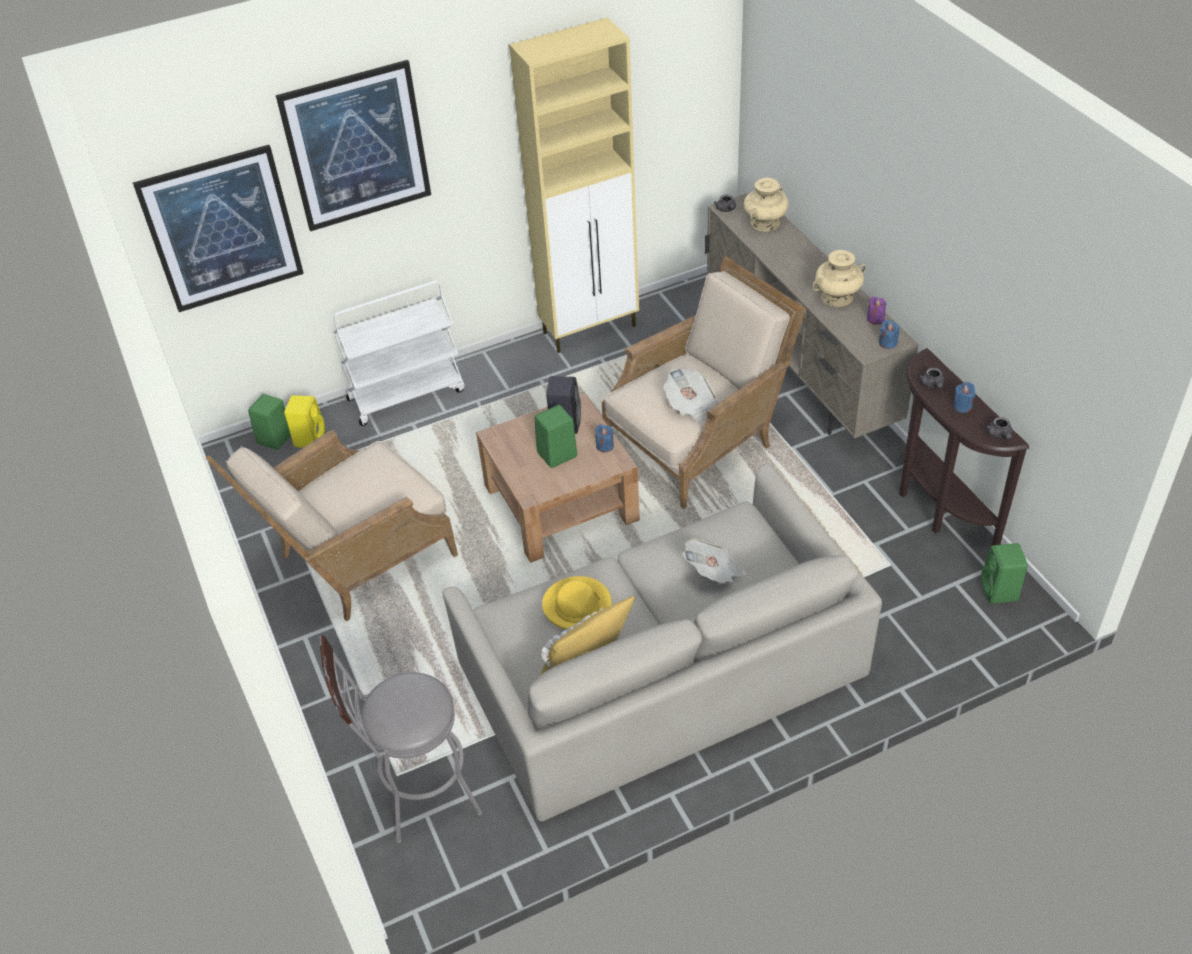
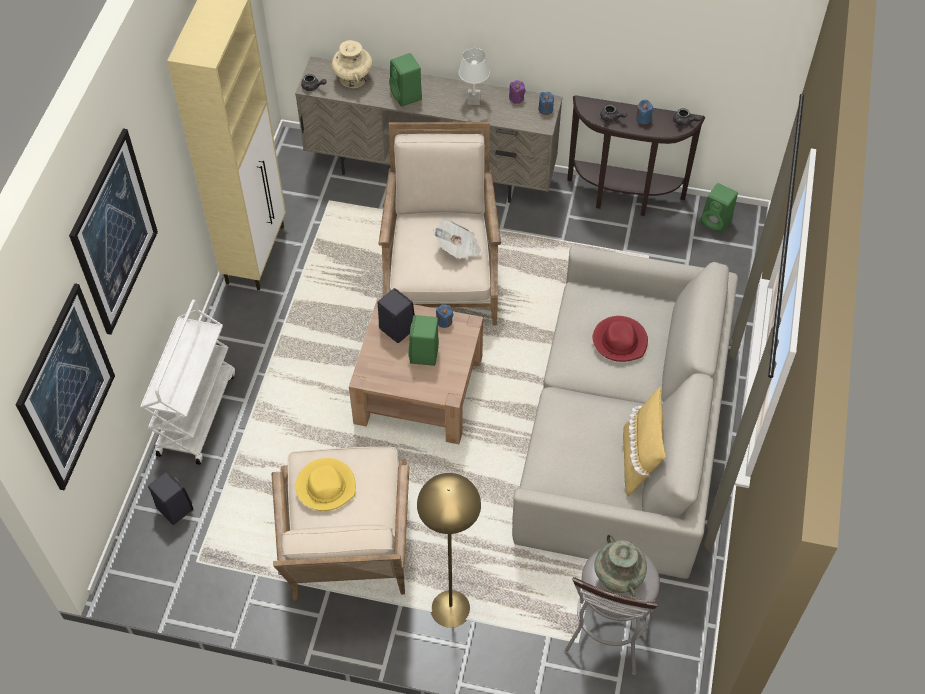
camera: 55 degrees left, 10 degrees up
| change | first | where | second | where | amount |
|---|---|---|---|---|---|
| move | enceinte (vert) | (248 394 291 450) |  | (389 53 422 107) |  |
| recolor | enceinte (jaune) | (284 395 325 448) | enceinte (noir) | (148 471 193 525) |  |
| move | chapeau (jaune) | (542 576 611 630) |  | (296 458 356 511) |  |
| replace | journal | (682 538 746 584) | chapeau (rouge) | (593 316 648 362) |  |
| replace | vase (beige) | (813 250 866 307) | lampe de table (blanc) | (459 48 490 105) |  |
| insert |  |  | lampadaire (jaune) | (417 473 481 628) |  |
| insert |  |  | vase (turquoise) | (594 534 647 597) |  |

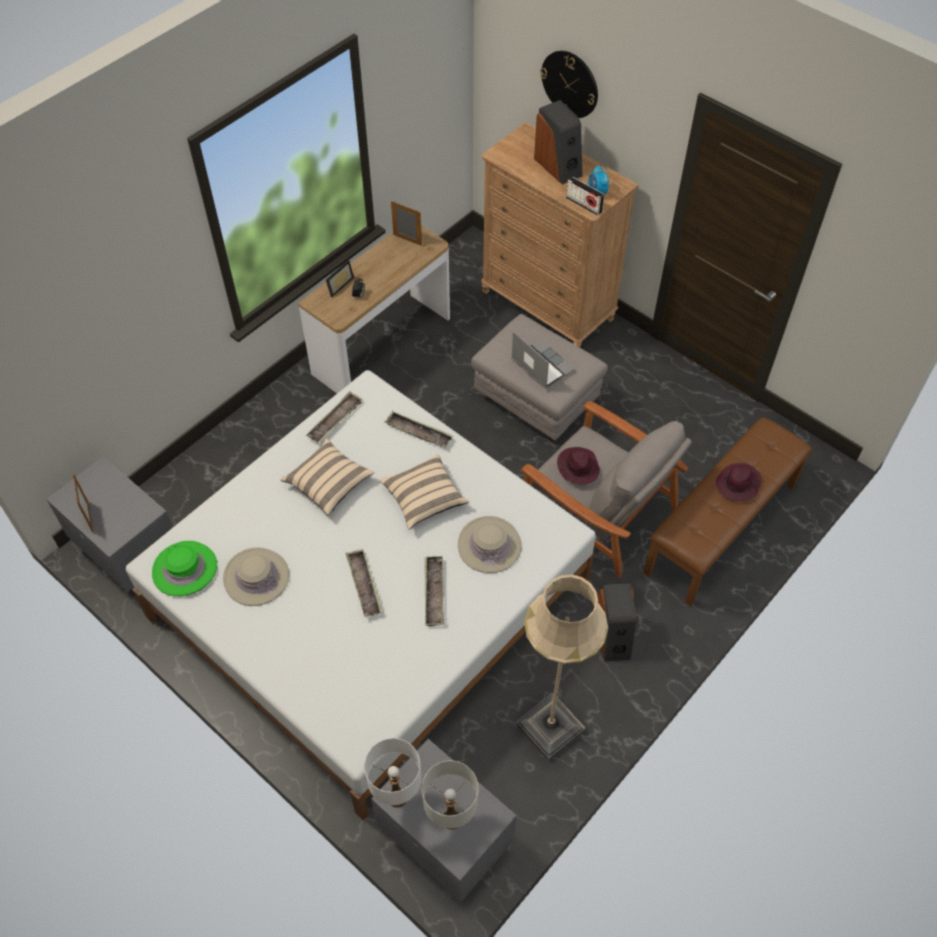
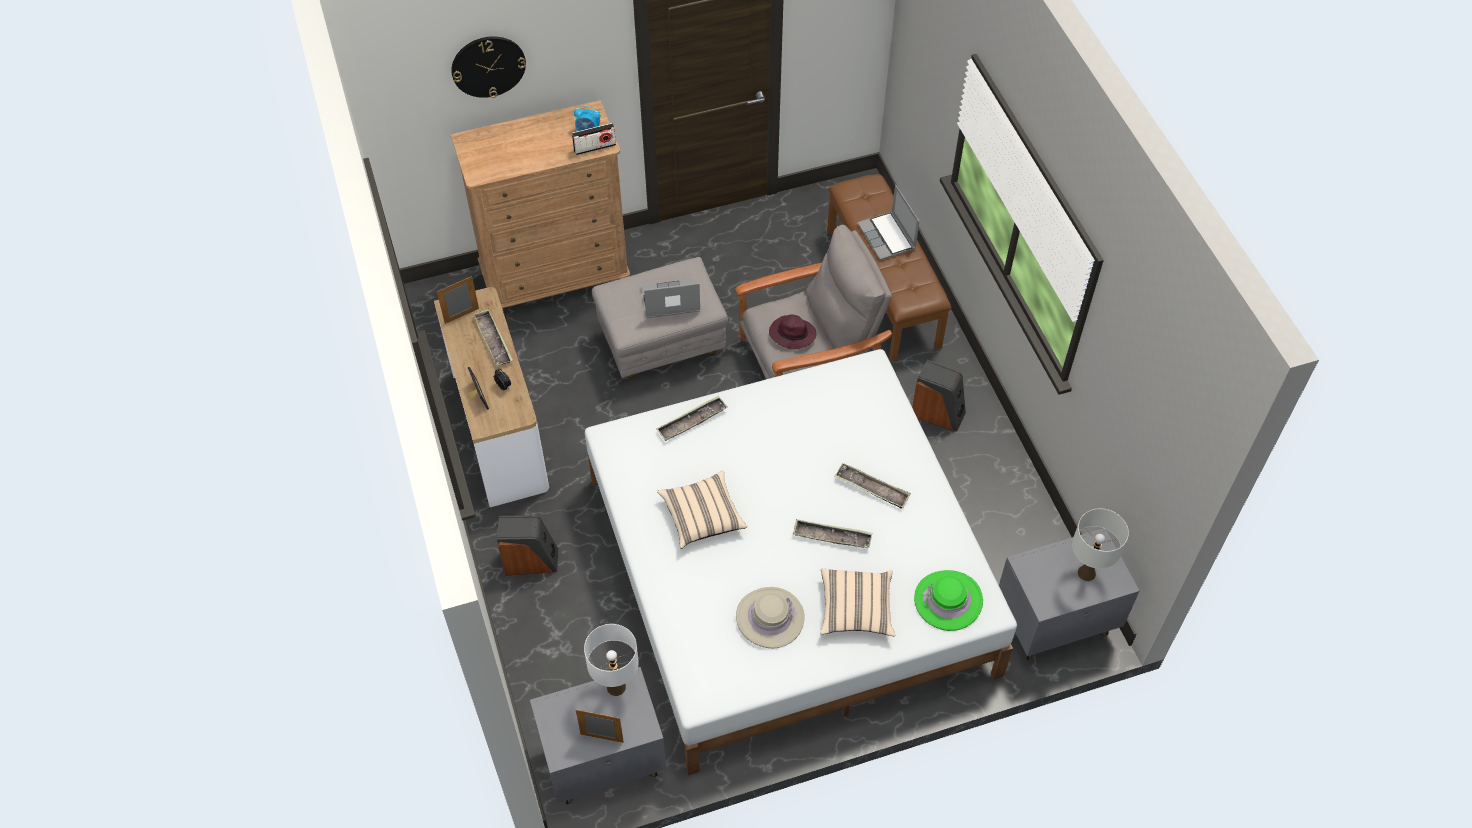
camera: 60 degrees left, 0 degrees up
| change | first | where | second | where | amount |
|---|---|---|---|---|---|
| move | chapeau (vert) | (152 541 217 596) |  | (914 570 983 631) |  |
| move | plateau | (306 391 363 444) |  | (472 309 513 366) |  |
| move | lampe de table (blanc) | (364 738 422 808) |  | (584 624 639 696) |  |
| move | coussin (beige) | (379 454 469 530) |  | (820 568 895 636) |  |
| delete | chapeau (beige) | (458 516 522 573) |  |  |  |
| delete | lampadaire (beige) | (516 574 608 761) |  |  |  |
| move | enceinte | (534 100 582 185) |  | (497 515 558 576) |  |
| replace | chapeau (violet) | (715 463 761 502) | ordinateur portable | (857 185 920 260) |  |

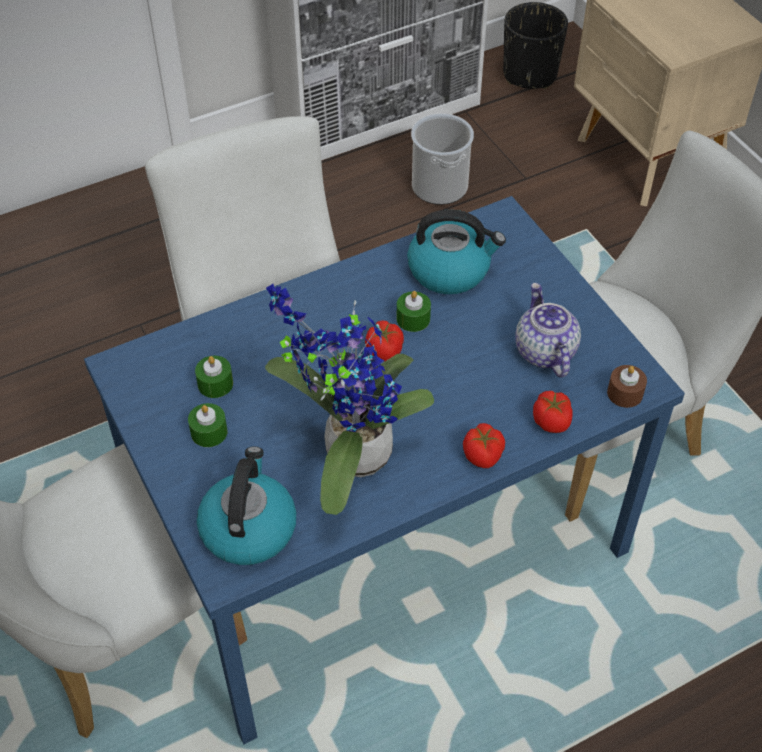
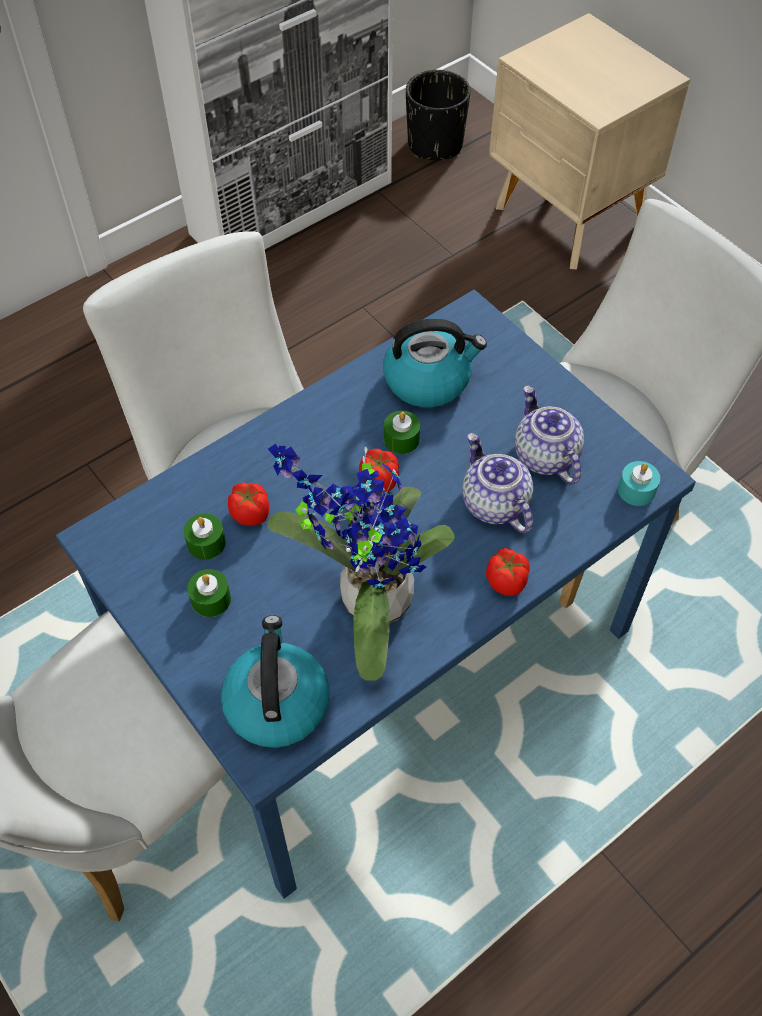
camera: 10 degrees left, 5 degrees up
| change | first | where | second | where | amount |
|---|---|---|---|---|---|
| delete | seau | (411 113 474 205) |  |  |  |
| move | tomate | (533 391 573 433) |  | (228 482 269 526) |  |
| recolor | bougie (marron) | (607 365 647 408) | bougie (turquoise) | (618 461 660 506) |  |
| insert |  |  | théière | (462 433 533 533) |  |

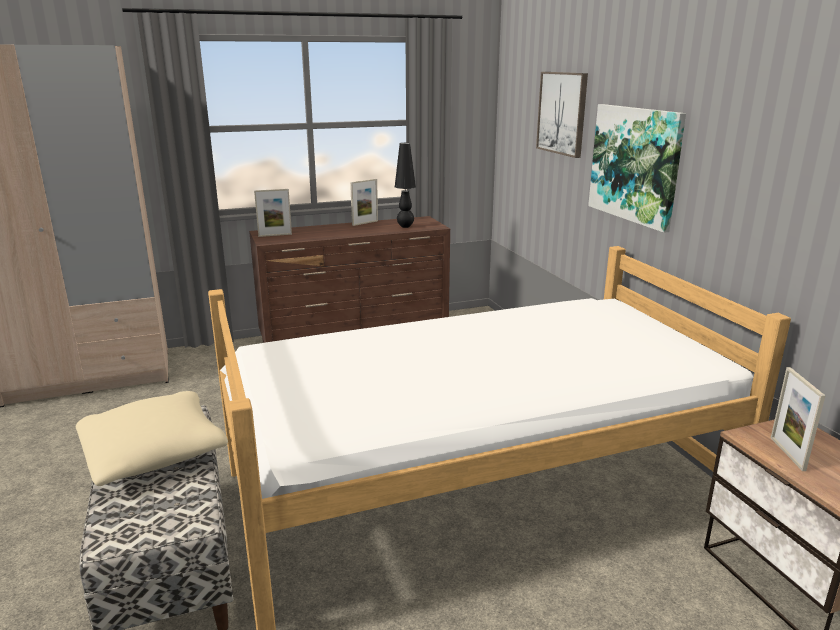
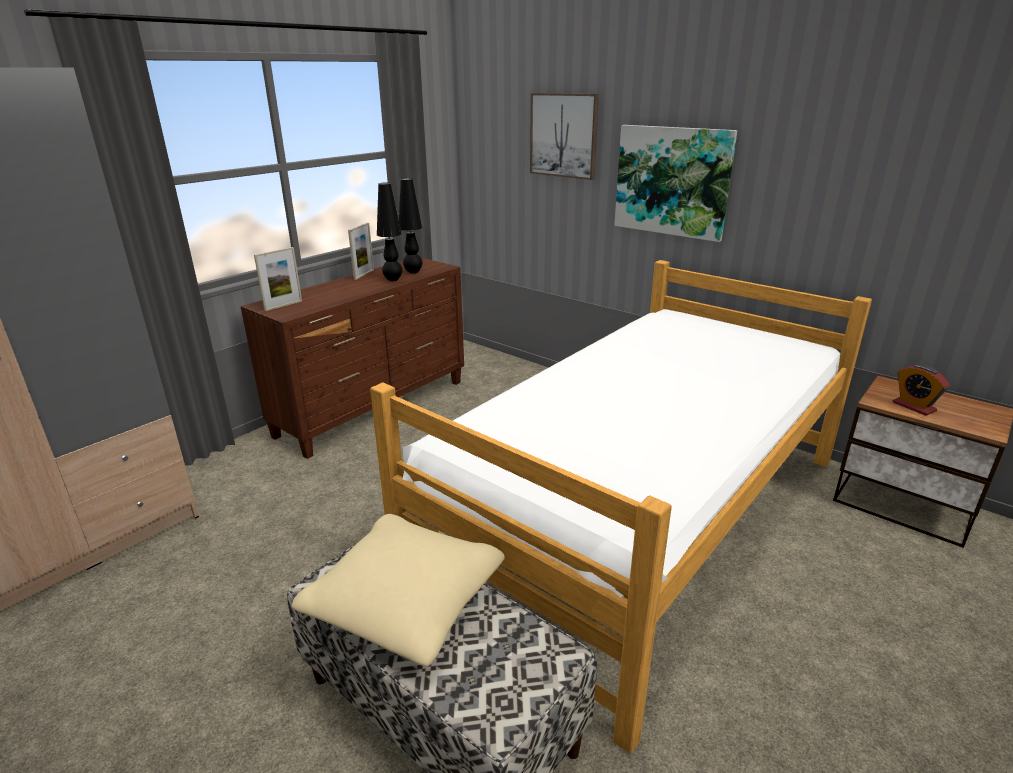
camera: 30 degrees left, 5 degrees up
| change | first | where | second | where | amount |
|---|---|---|---|---|---|
| replace | cadre photo | (771 367 825 471) | réveil | (892 364 950 416) |  |
| insert |  |  | lampe de table (noir) | (377 183 402 281) |  |

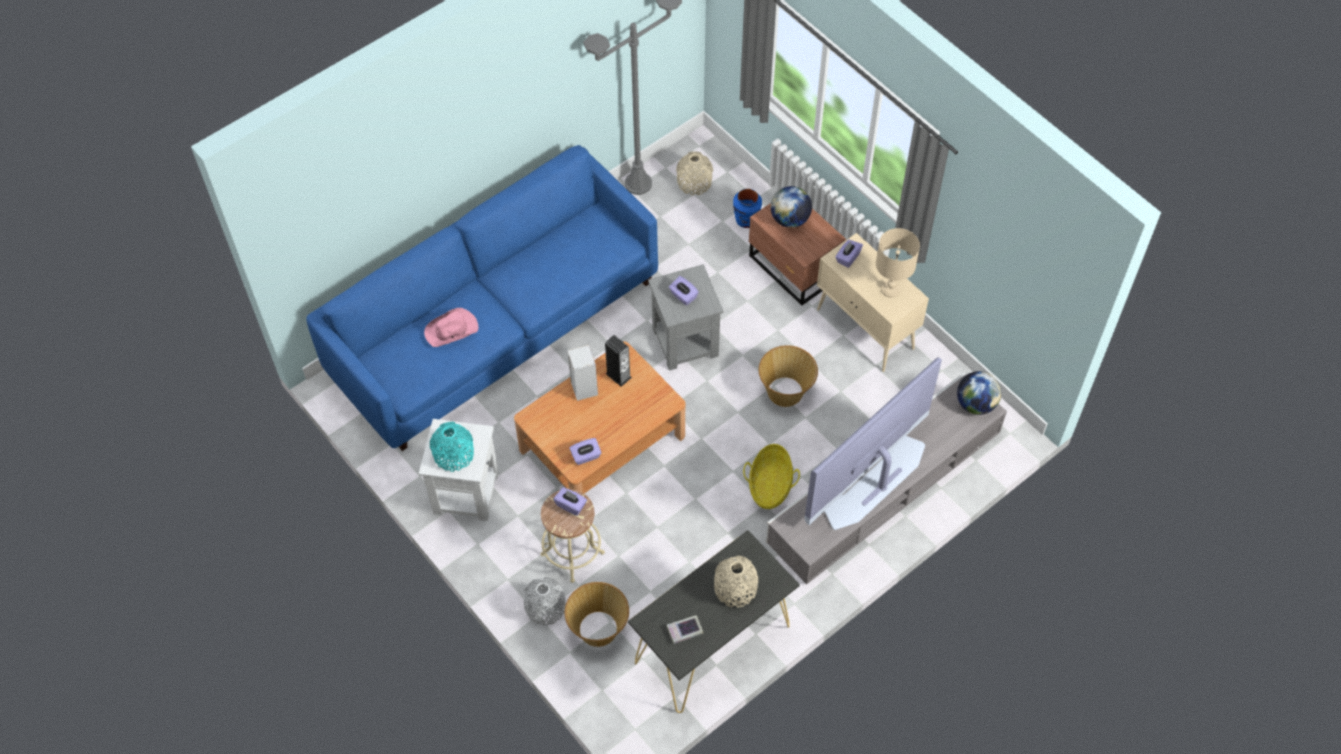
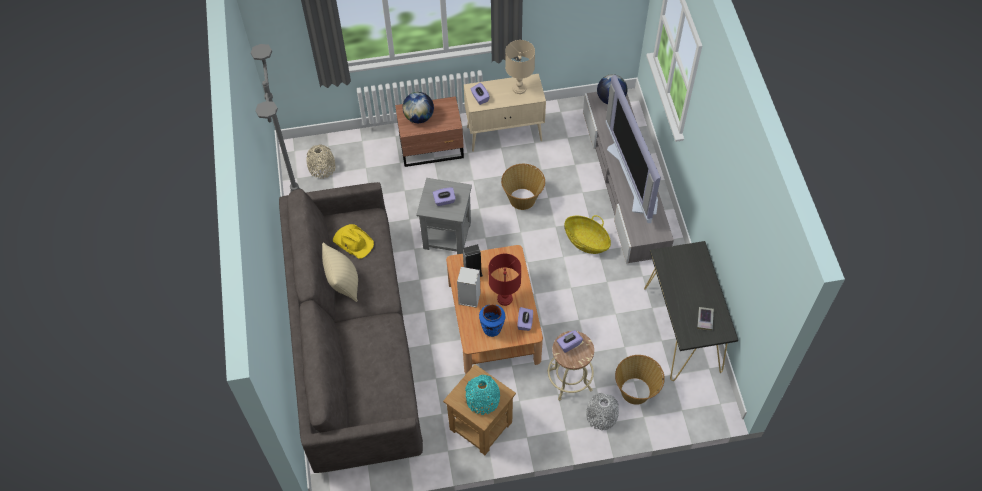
camera: 60 degrees left, 0 degrees up
| change | first | where | second | where | amount |
|---|---|---|---|---|---|
| recolor | canapé (bleu) | (306 145 658 451) | canapé (gris) | (279 182 423 473) |  |
| recolor | table d'appoint (blanc) | (419 419 499 521) | table d'appoint (marron) | (443 364 516 455) |  |
| delete | chapeau (rose) | (424 308 478 347) |  |  |  |
| delete | vase (beige) | (714 556 758 608) |  |  |  |
| move | vase (bleu) | (733 189 762 228) |  | (479 304 505 337) |  |
| insert |  |  | coussin (beige) | (322 243 358 302) |  |
| insert |  |  | chapeau (jaune) | (333 224 374 259) |  |
| insert |  |  | lampe de table (rouge) | (488 254 521 306) |  |

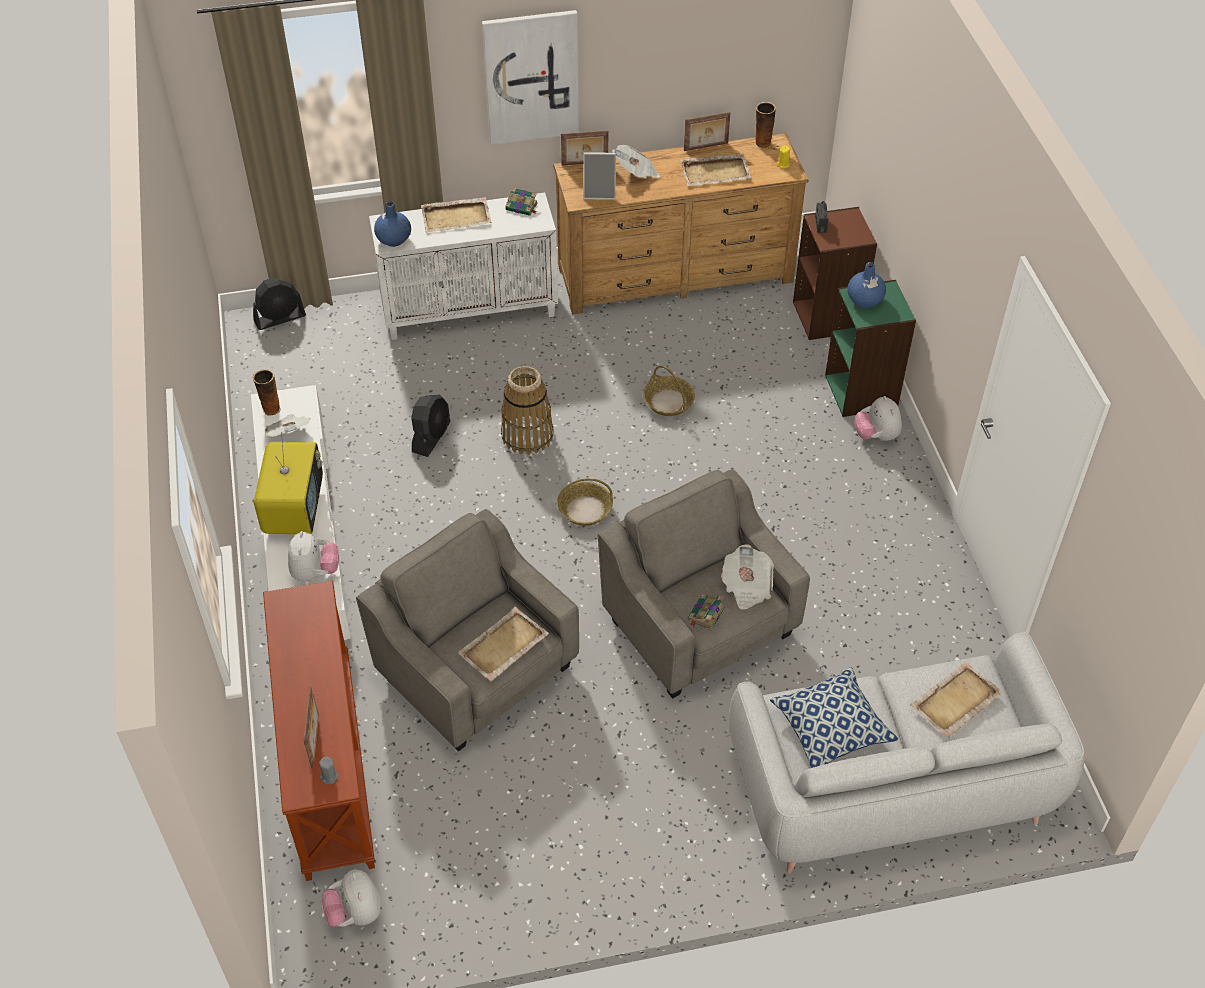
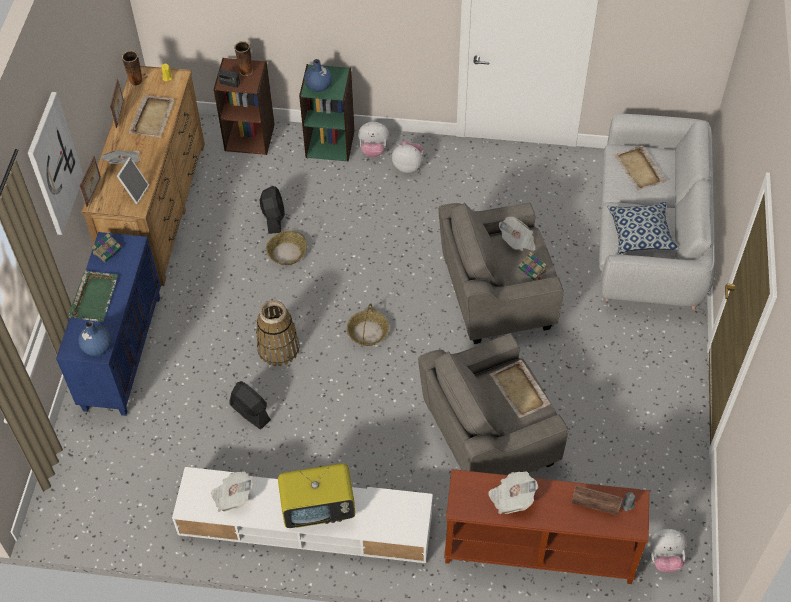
camera: 70 degrees left, 5 degrees up
| change | first | where | second | where | amount |
|---|---|---|---|---|---|
| move | ventilateur (noir) | (253 278 306 330) |  | (260 186 285 234) |  |
| move | vase | (253 369 281 416) |  | (234 41 253 76) |  |
| rotate | téléviseur | (254 432 323 534) |  | (278 463 355 528) | 150 degrees clockwise |
| move | peluche | (288 531 339 581) |  | (392 141 423 173) |  |
| recolor | meuble de rangement (blanc) | (369 193 558 340) | meuble de rangement (bleu) | (56 232 161 416) |  |
| recolor | plateau (beige) | (421 197 492 233) | plateau (vert) | (68 270 118 322) |  |
| insert |  |  | journal | (488 471 538 514) |  |

